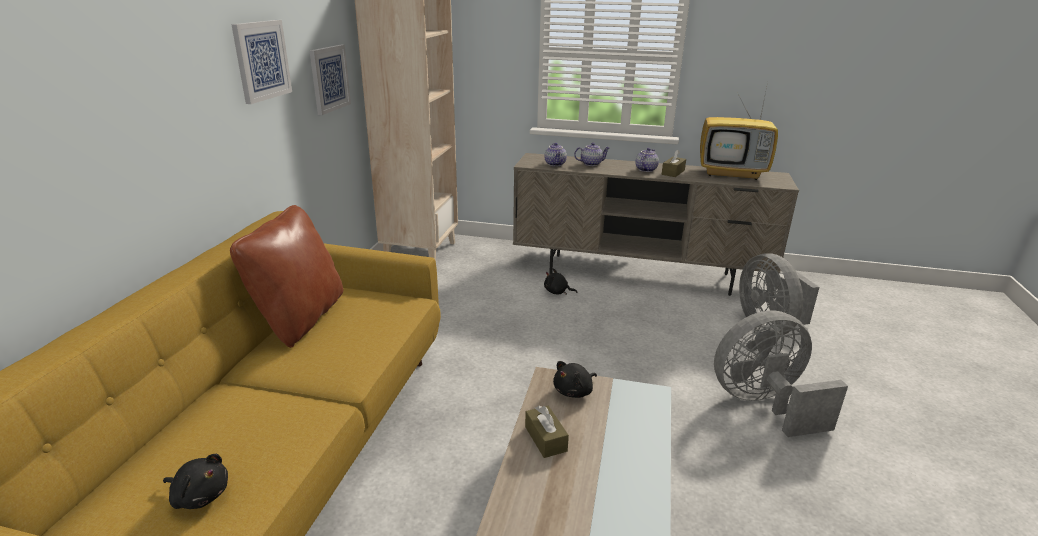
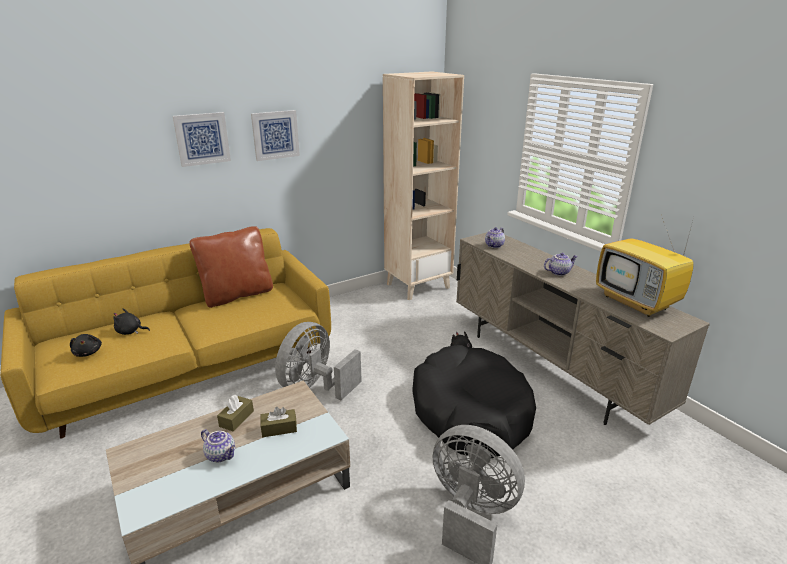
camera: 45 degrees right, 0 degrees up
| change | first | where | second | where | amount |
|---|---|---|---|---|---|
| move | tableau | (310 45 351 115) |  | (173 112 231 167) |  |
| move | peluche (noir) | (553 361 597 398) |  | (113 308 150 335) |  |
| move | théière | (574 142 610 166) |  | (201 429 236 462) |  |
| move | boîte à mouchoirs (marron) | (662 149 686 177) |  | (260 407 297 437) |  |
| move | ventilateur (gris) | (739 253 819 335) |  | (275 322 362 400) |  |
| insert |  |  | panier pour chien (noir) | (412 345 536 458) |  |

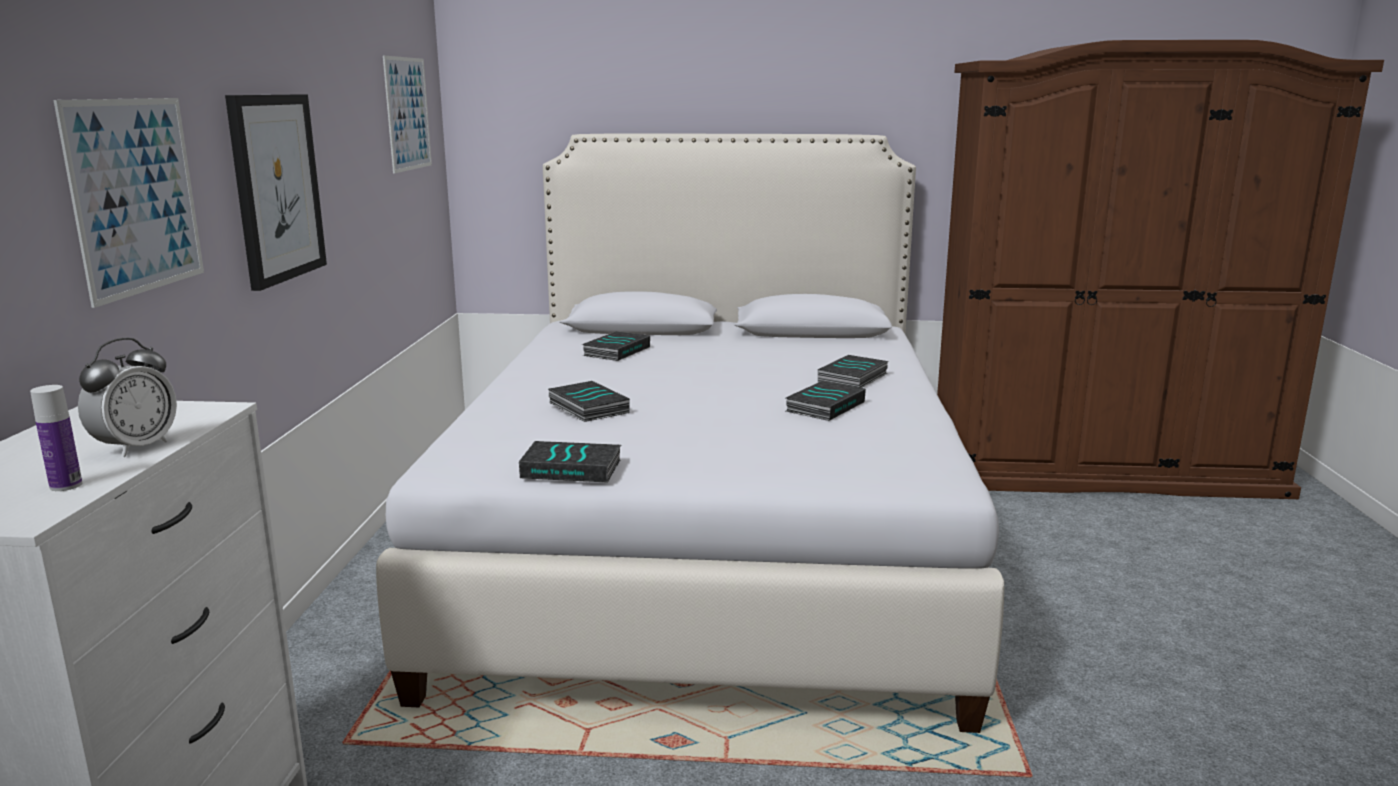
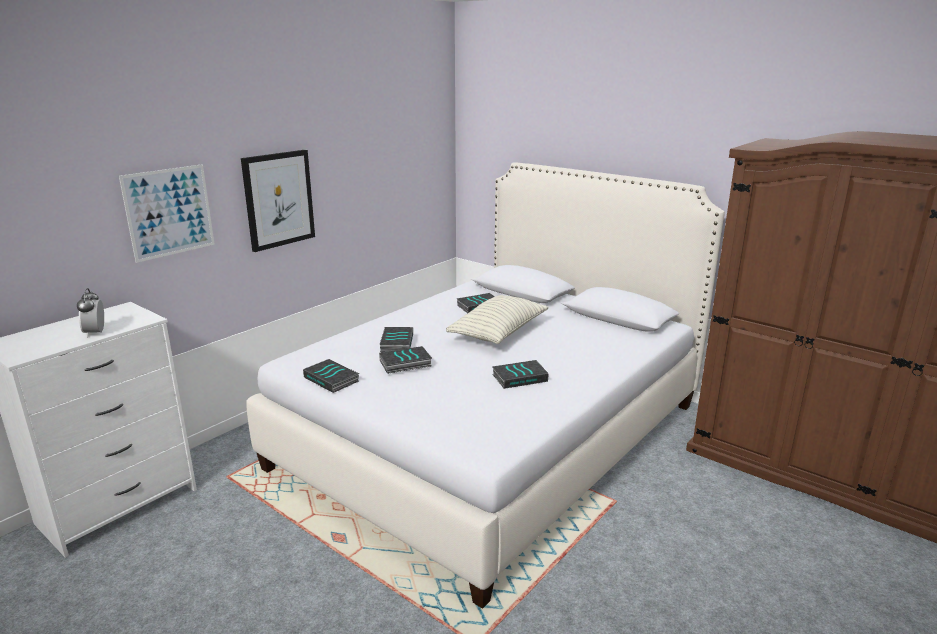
camera: 35 degrees right, 5 degrees up
| change | first | where | second | where | amount |
|---|---|---|---|---|---|
| delete | bouteille | (30 385 82 491) |  |  |  |
| rotate | réveil | (78 338 177 457) |  | (77 288 104 338) | 105 degrees clockwise |
| delete | tableau | (383 55 432 174) |  |  |  |
| move | livre | (818 355 889 388) |  | (379 346 432 374) |  |
| insert |  |  | coussin | (446 295 549 344) |  |

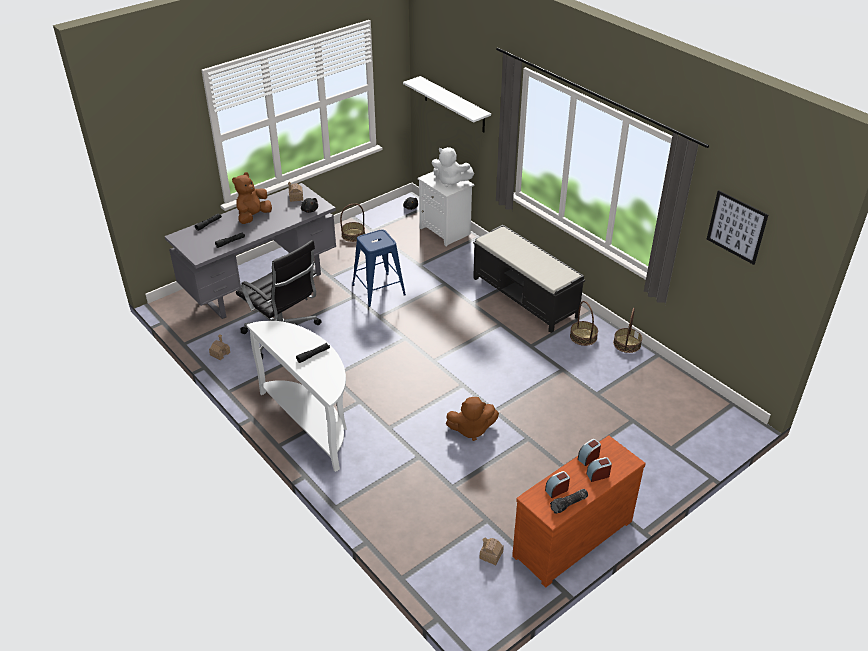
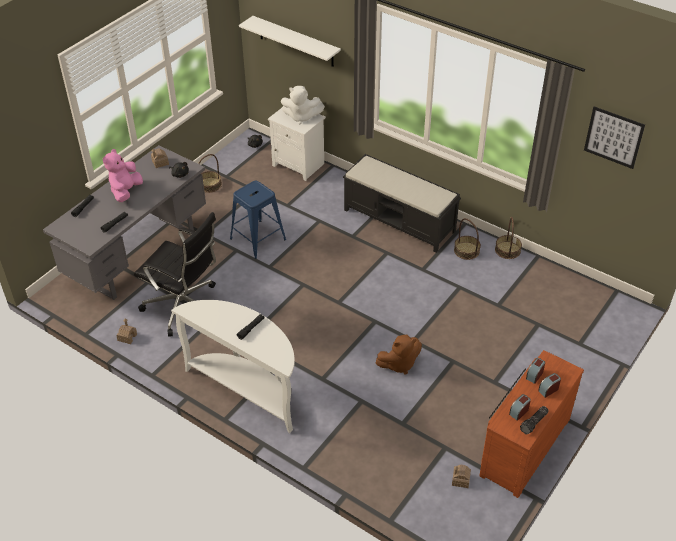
camera: 15 degrees left, 5 degrees up
| change | first | where | second | where | amount |
|---|---|---|---|---|---|
| recolor | peluche (marron) | (232 172 272 224) | peluche (rose) | (103 149 143 202) |  |

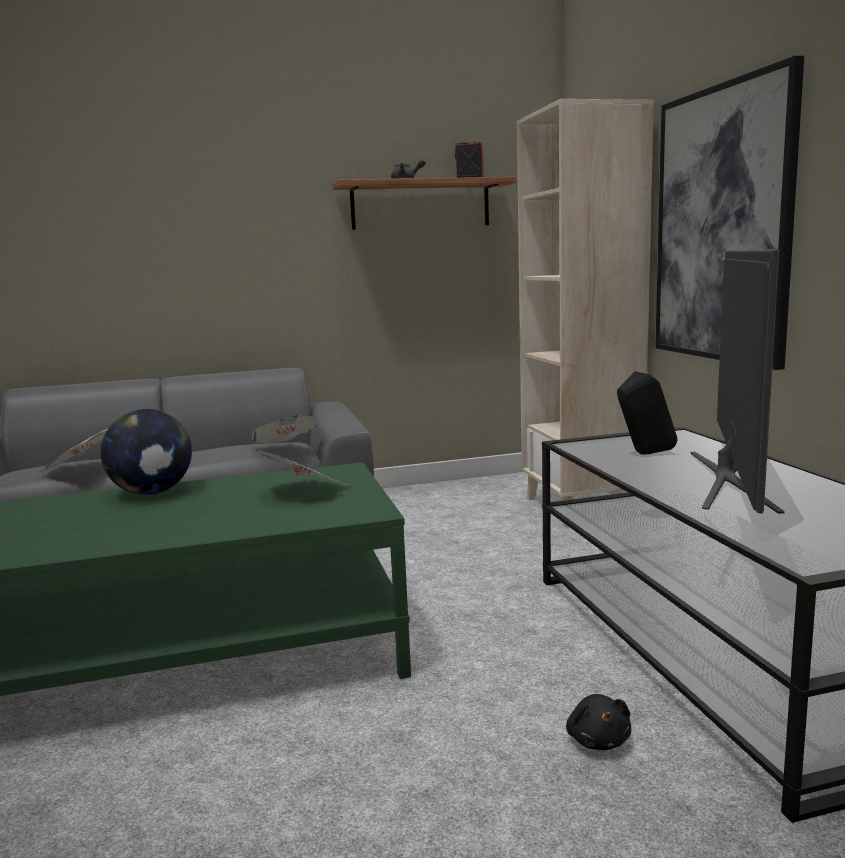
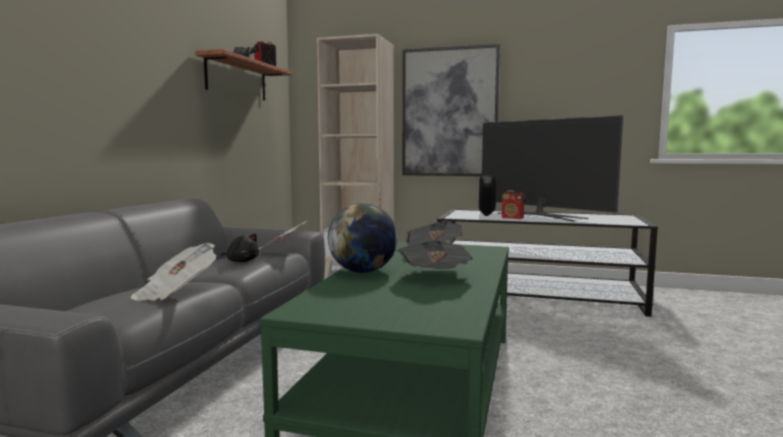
camera: 60 degrees left, 5 degrees down
| change | first | where | second | where | amount |
|---|---|---|---|---|---|
| move | peluche (noir) | (566 694 631 750) |  | (220 233 259 262) |  |
| insert |  |  | journal | (397 241 473 269) |  |
| insert |  |  | radio | (502 190 525 219) |  |

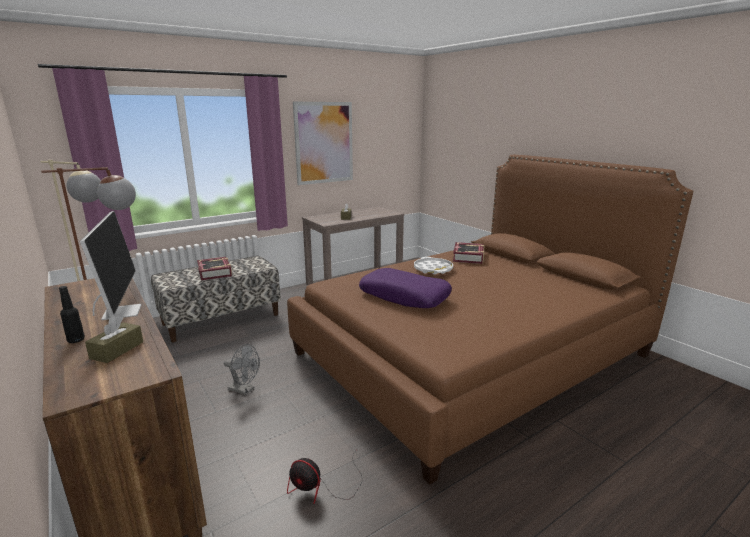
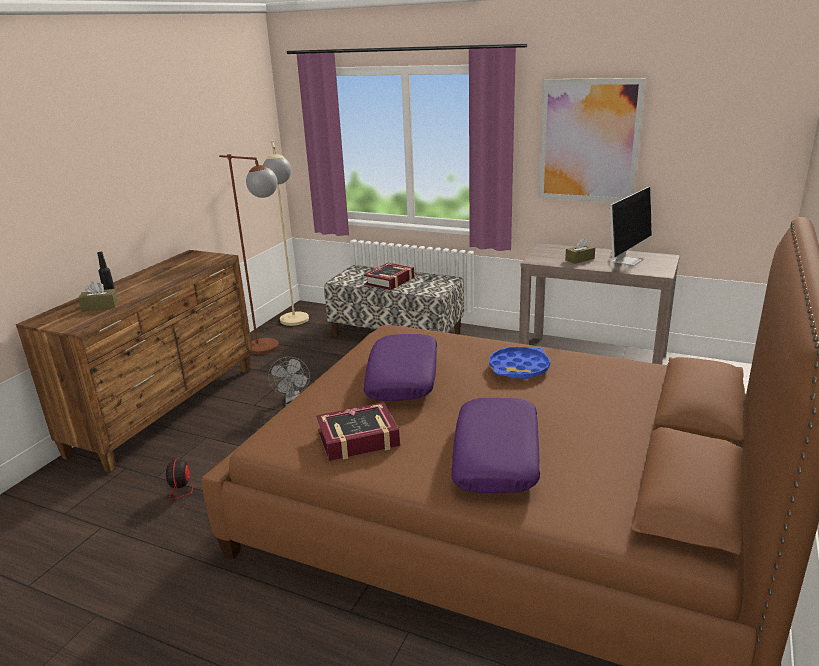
camera: 60 degrees right, 5 degrees up
| change | first | where | second | where | amount |
|---|---|---|---|---|---|
| move | écran d'ordinateur | (80 211 142 320) |  | (610 187 652 266) |  |
| recolor | plateau (blanc) | (414 257 453 275) | plateau (bleu) | (489 347 550 379) |  |
| move | livre | (453 242 485 264) |  | (316 402 400 461) |  |
| insert |  |  | coussin (violet) | (451 398 540 493) |  |

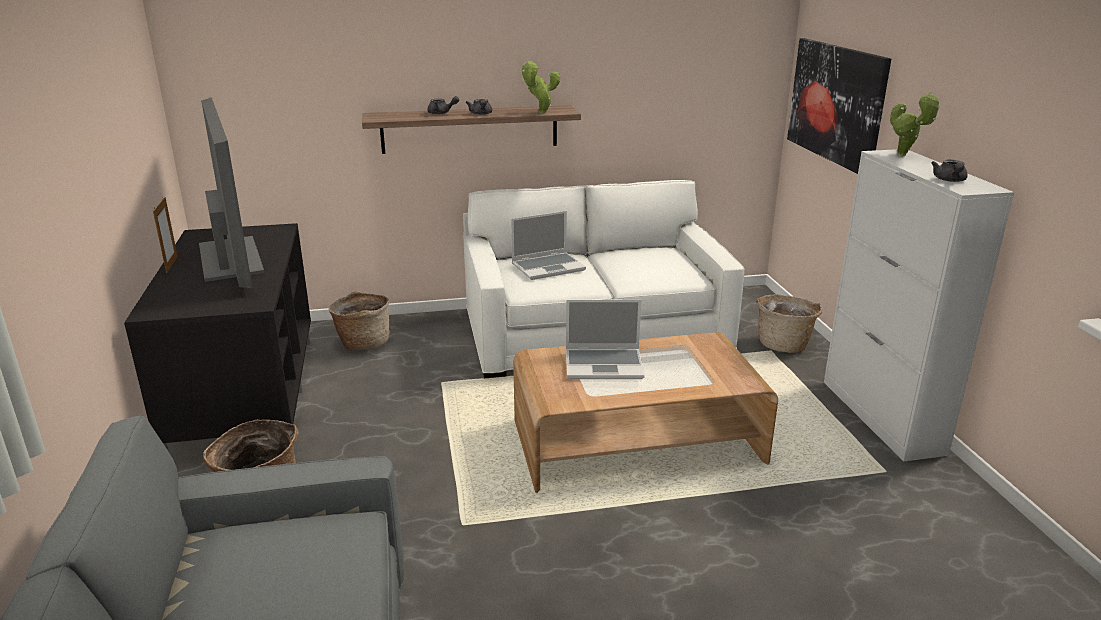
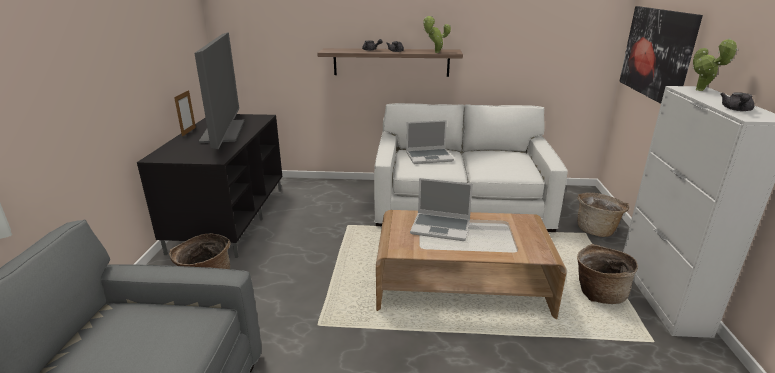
camera: 15 degrees right, 0 degrees up
| change | first | where | second | where | amount |
|---|---|---|---|---|---|
| move | panier | (329 292 390 351) |  | (577 244 638 304) |  |

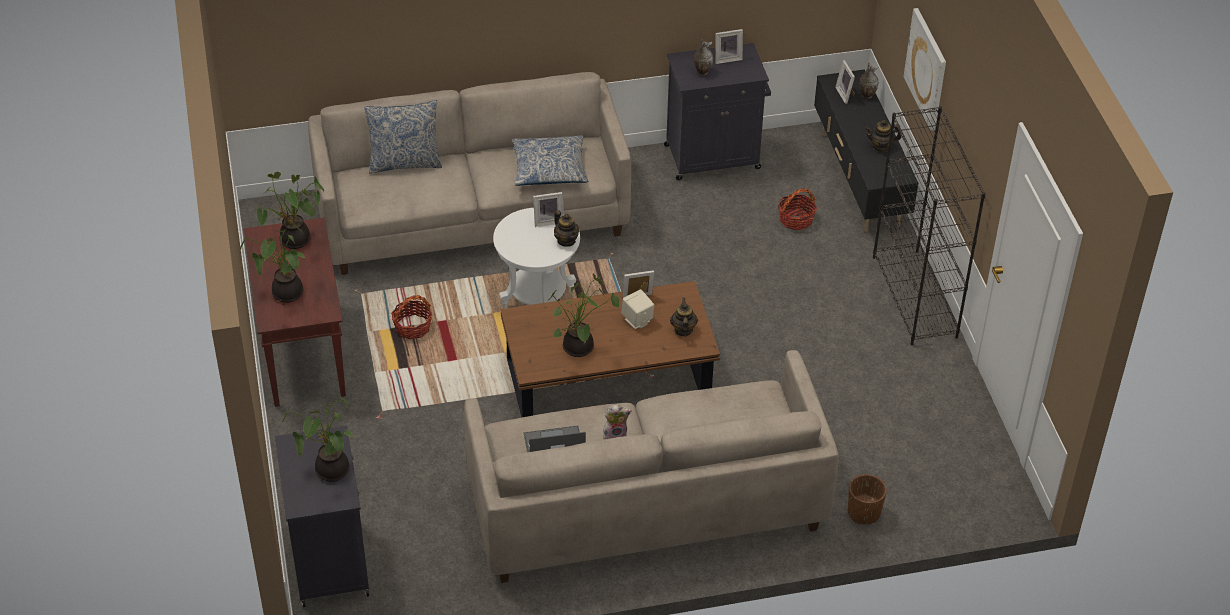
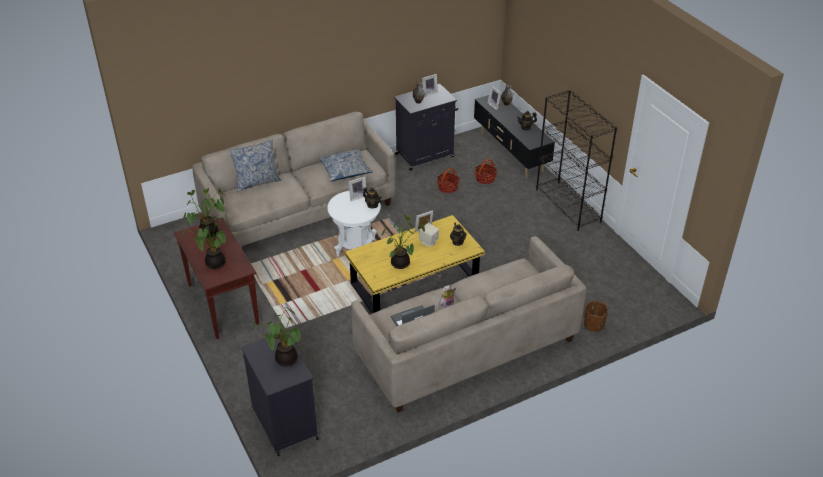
camera: 15 degrees left, 5 degrees down
| change | first | where | second | where | amount |
|---|---|---|---|---|---|
| move | panier | (391 295 432 340) |  | (437 167 459 193) |  |
| recolor | table basse (marron) | (500 281 720 417) | table basse (jaune) | (345 215 485 313) |  |
| delete | tableau | (904 8 946 131) |  |  |  |

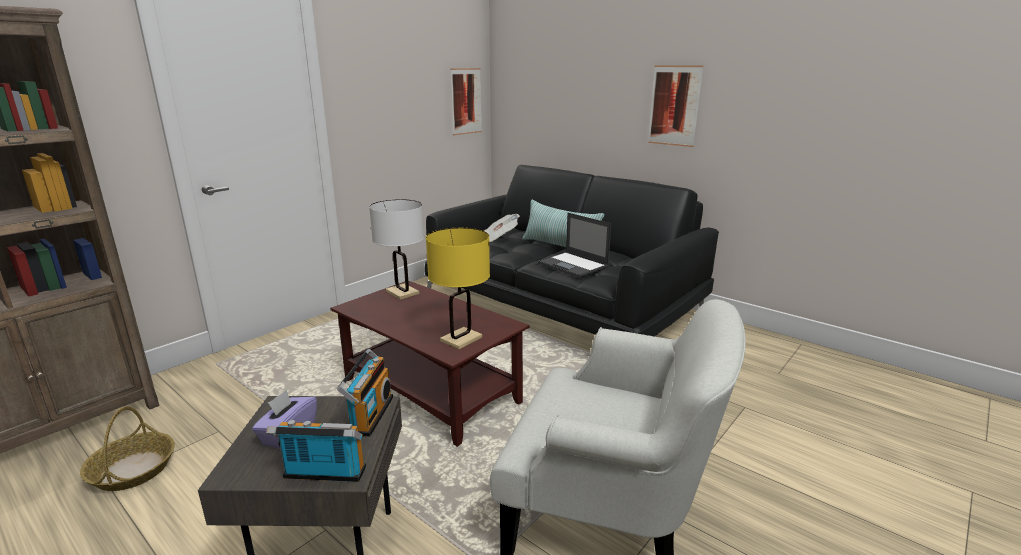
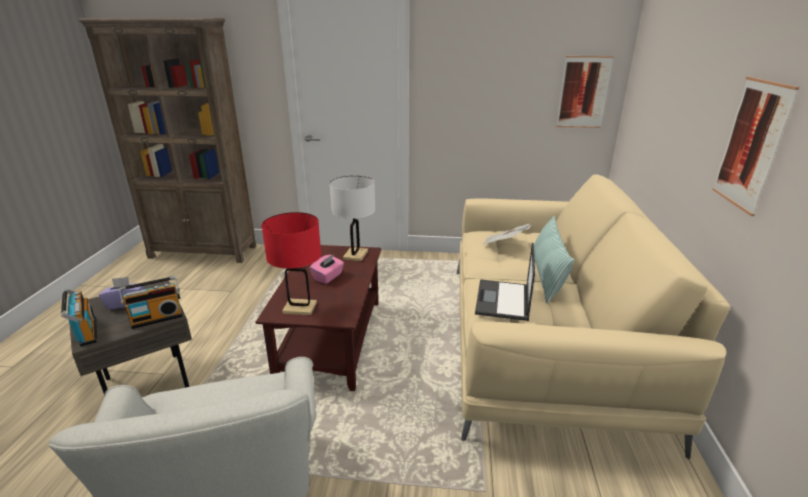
camera: 55 degrees right, 5 degrees up
| change | first | where | second | where | amount |
|---|---|---|---|---|---|
| delete | panier | (80 406 175 491) |  |  |  |
| recolor | canapé (noir) | (424 165 719 337) | canapé (beige) | (456 174 730 459) |  |
| recolor | lampe de table (jaune) | (426 228 490 349) | lampe de table (rouge) | (262 212 321 315) |  |
| insert |  |  | boîte à mouchoirs (rose) | (310 254 344 284) |  |

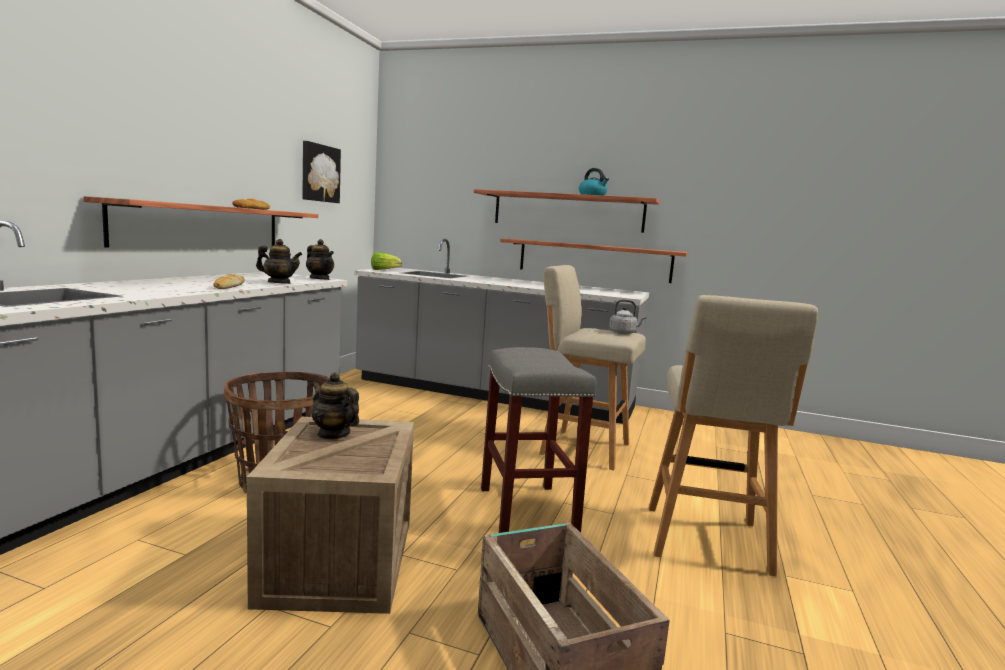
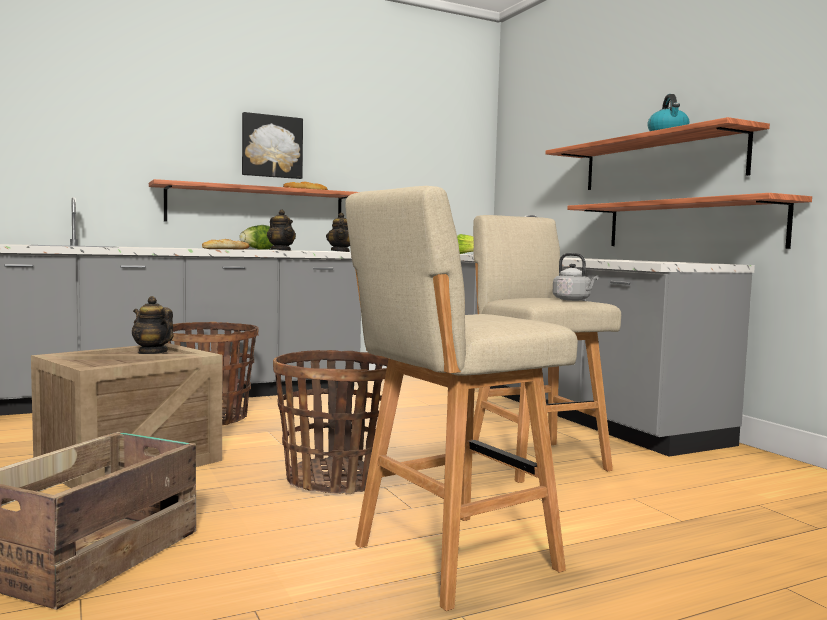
camera: 45 degrees right, 5 degrees down
| change | first | where | second | where | amount |
|---|---|---|---|---|---|
| move | tableau | (302 141 341 203) |  | (242 112 303 179) |  |
| rotate | théière | (311 373 359 440) |  | (132 296 173 354) | 45 degrees counterclockwise |
| replace | tabouret (gris) | (481 347 596 533) | panier | (273 350 389 494) |  |
| insert |  |  | laitue | (239 225 273 250) |  |

